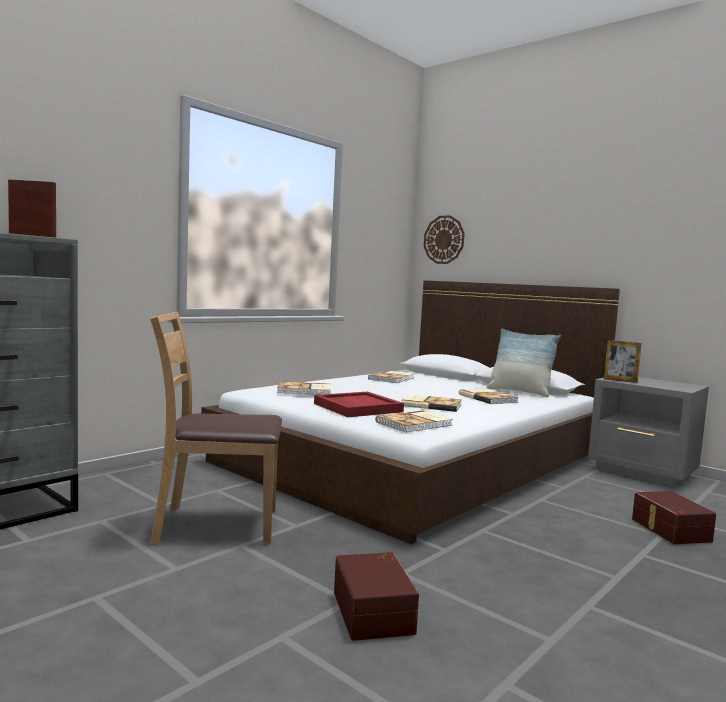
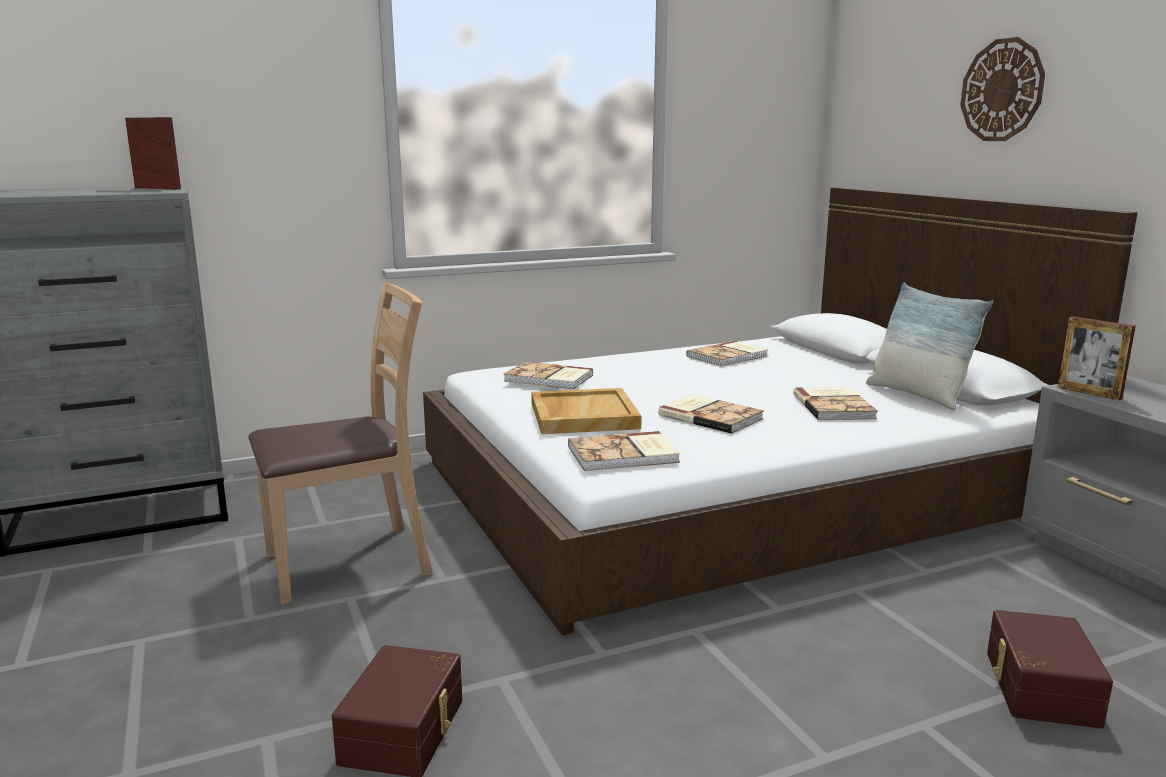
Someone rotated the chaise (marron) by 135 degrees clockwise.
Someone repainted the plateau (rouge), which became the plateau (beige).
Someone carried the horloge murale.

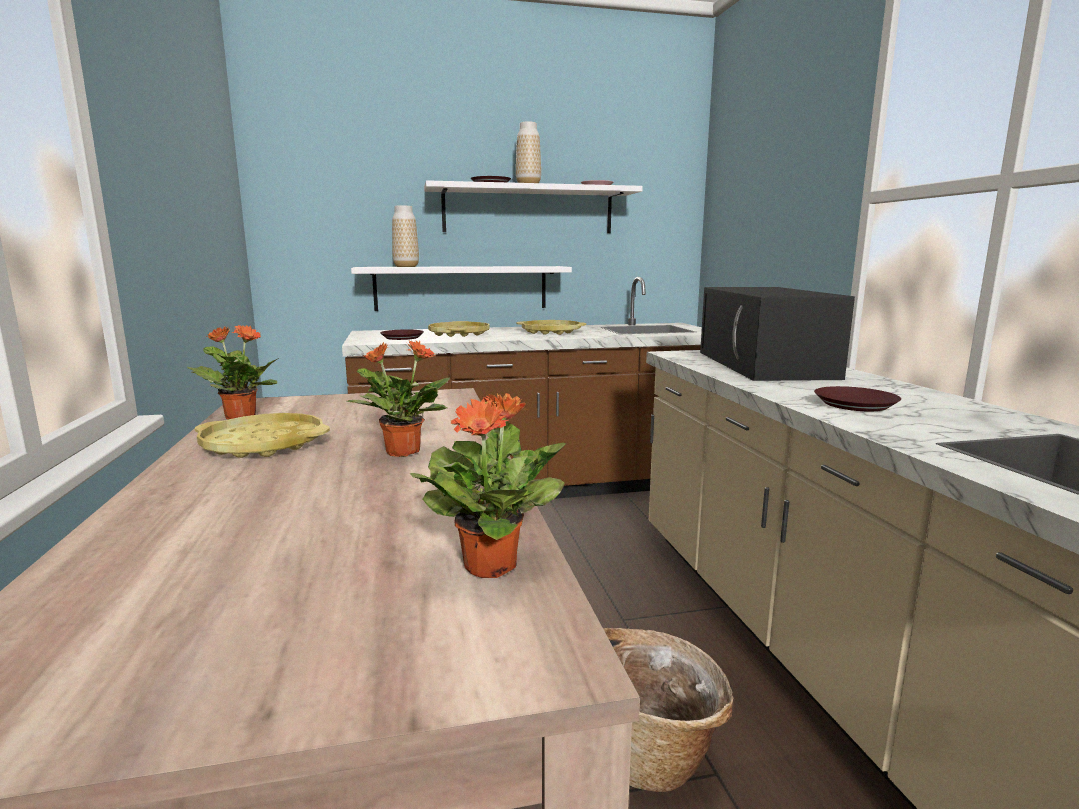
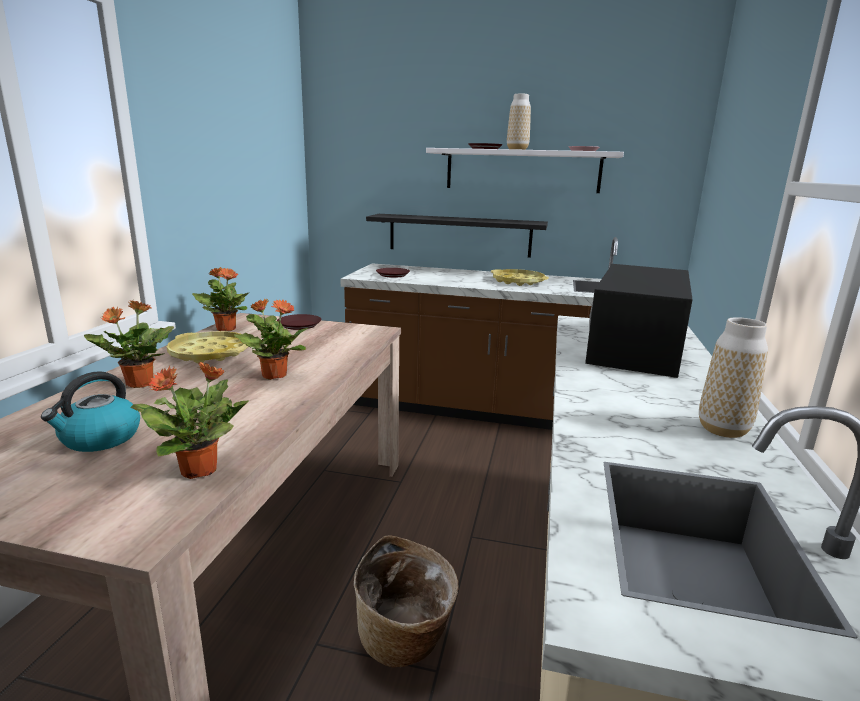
Someone repainted the étagère (blanc) (1st from left), which became the étagère (noir).
Someone carried the vase (1st from left in the first image).
Someone took away the plateau (jaune) (2nd from left).
Someone carried the assiette (marron) (3rd from left in the first image).
Someone put down the bouilloire.
Someone put down the plante en pot (1st from left).

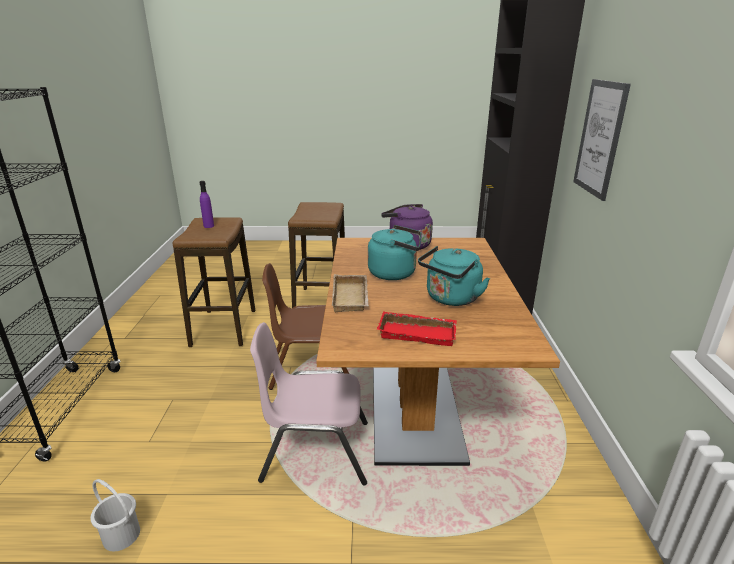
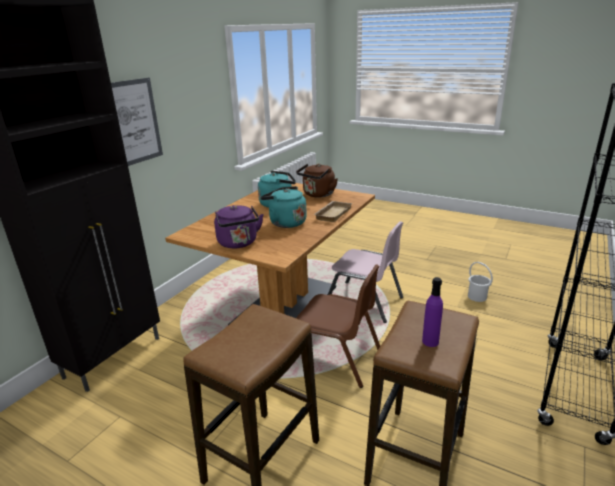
Someone swapped the plateau (rouge) for the bouilloire (marron).

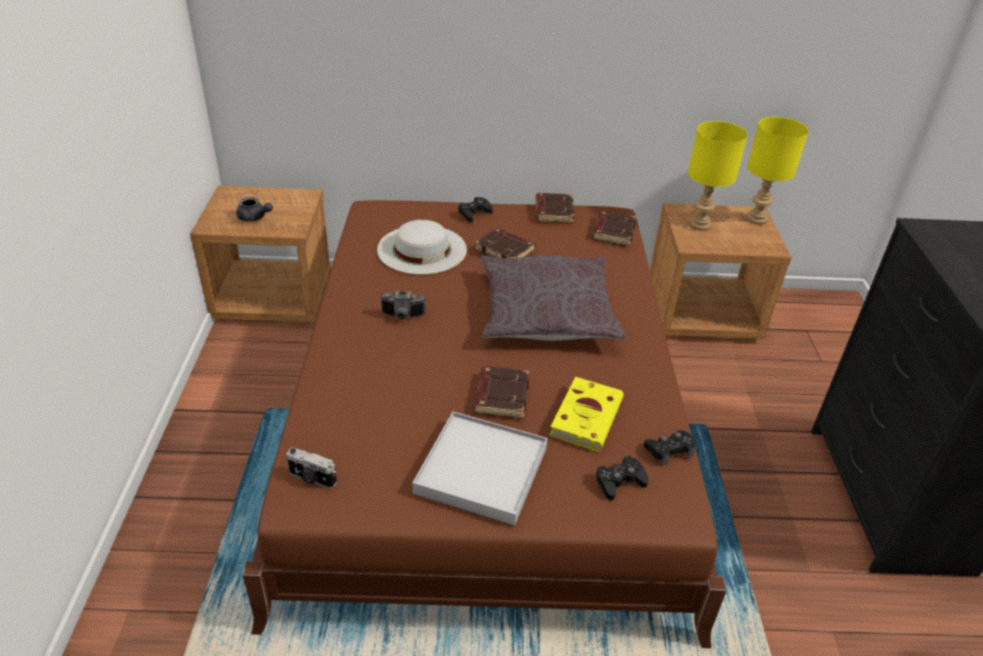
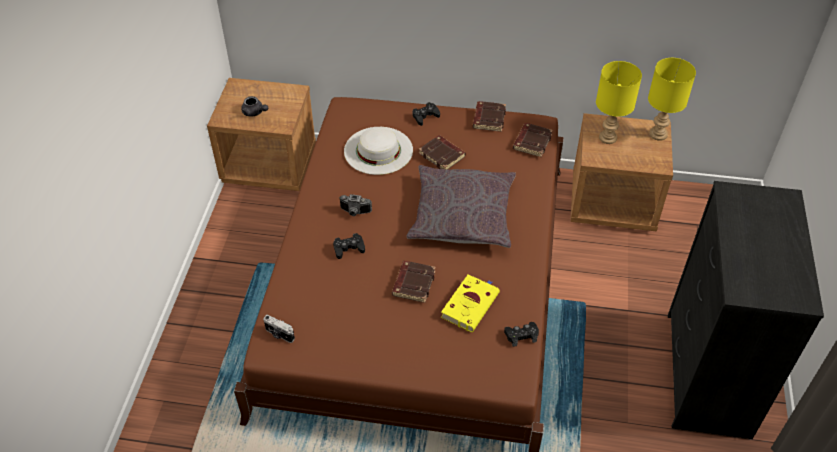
Someone took away the plateau (blanc).
Someone carried the manette (noir) (2nd from left in the first image).

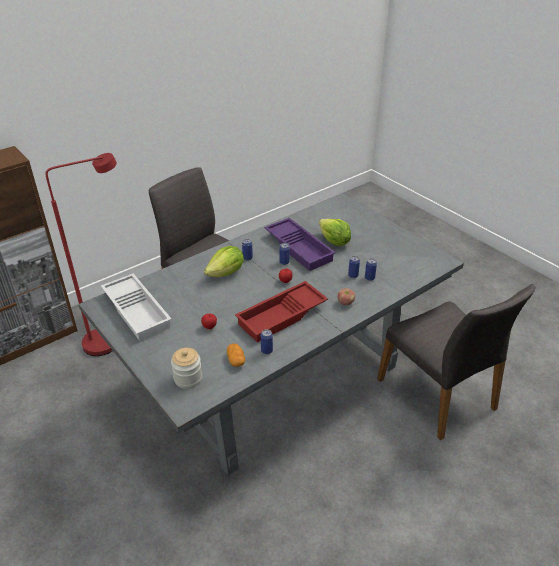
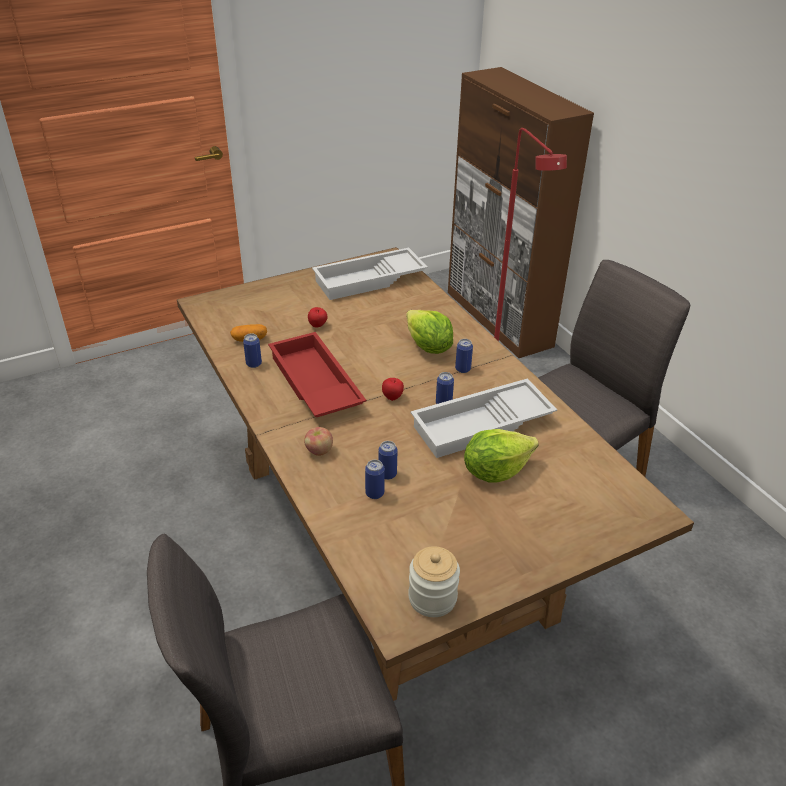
Someone repainted the table à manger (gris), which became the table à manger (marron).
Someone carried the bocal.
Someone repainted the plateau (violet), which became the plateau (blanc) (2nd from left).

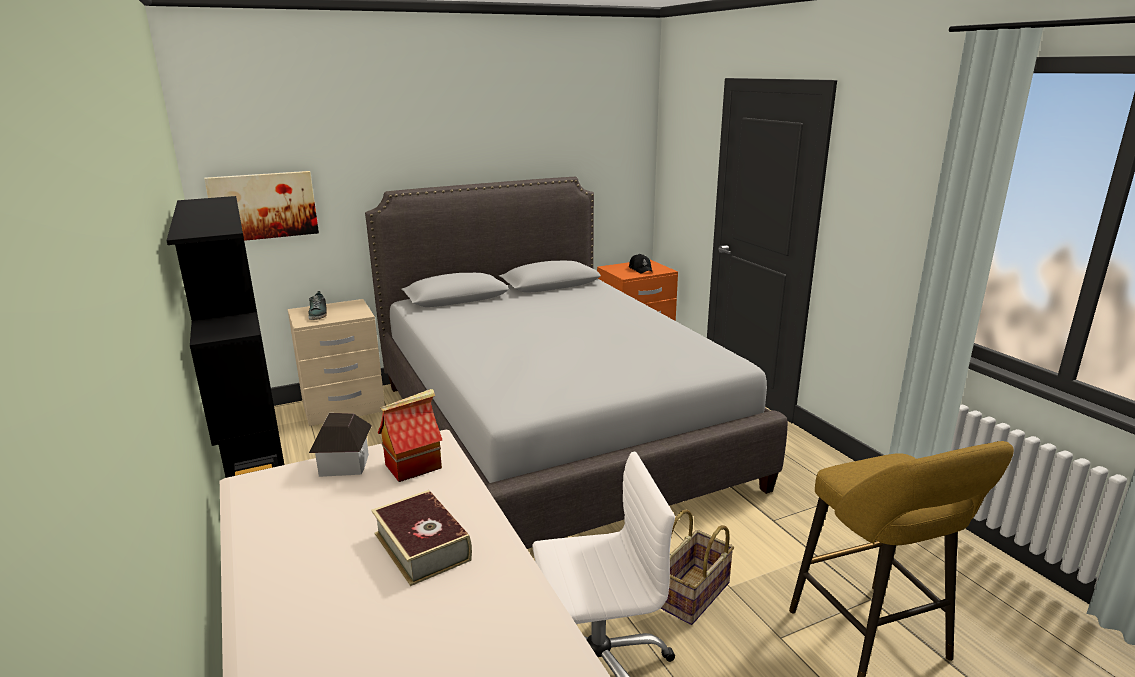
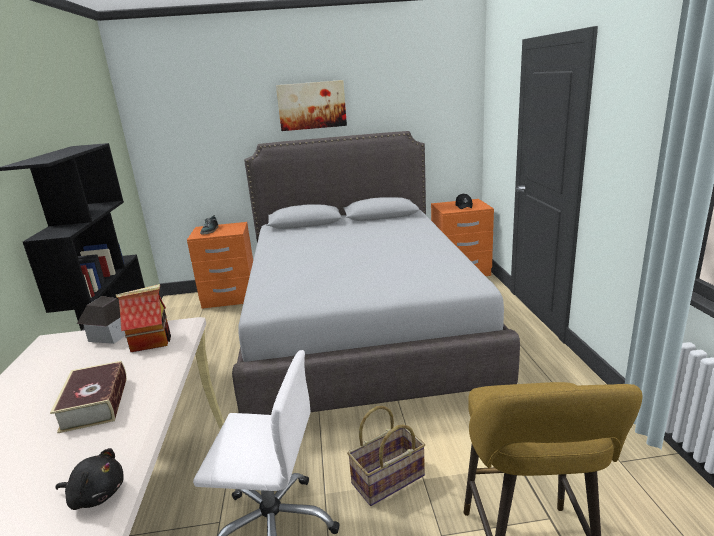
Someone carried the tableau.
Someone repainted the table de chevet (beige), which became the table de chevet (orange) (1st from left).
Someone put down the peluche (noir).

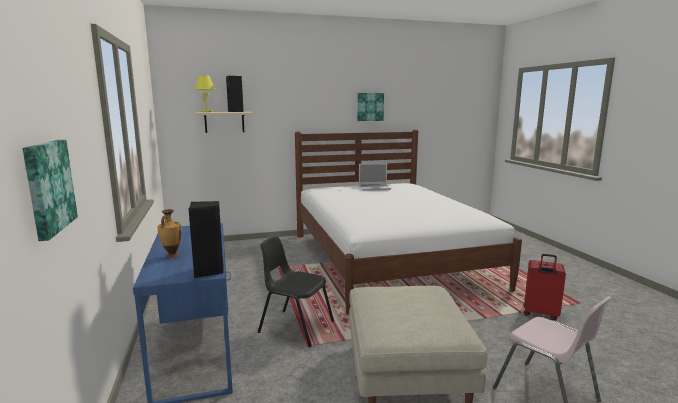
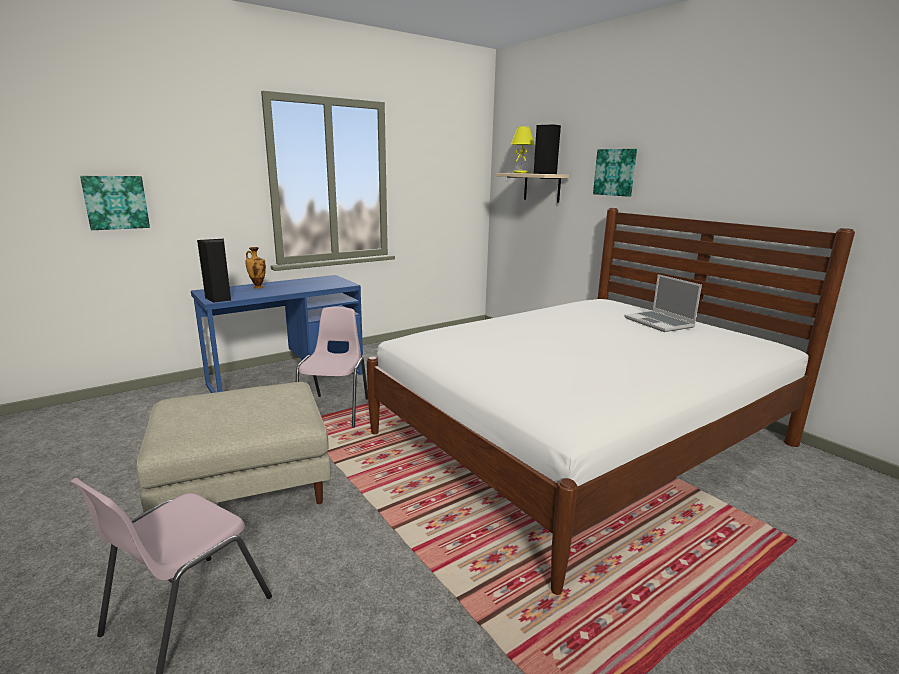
Someone repainted the chaise (noir), which became the chaise (rose) (2nd from left).
Someone carried the tableau (2nd from left).
Someone took away the valise (rouge).

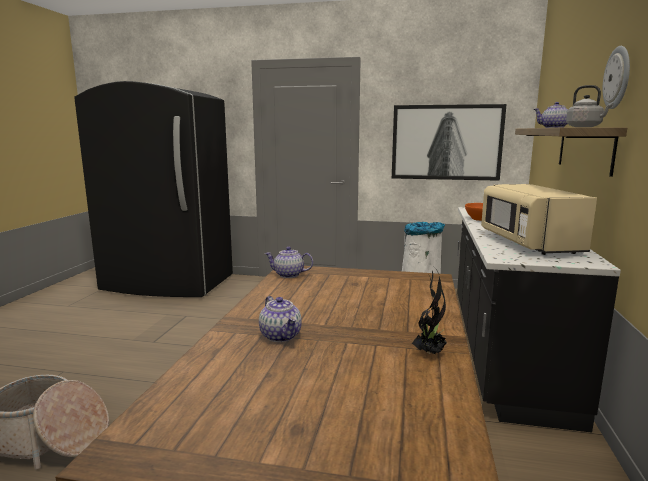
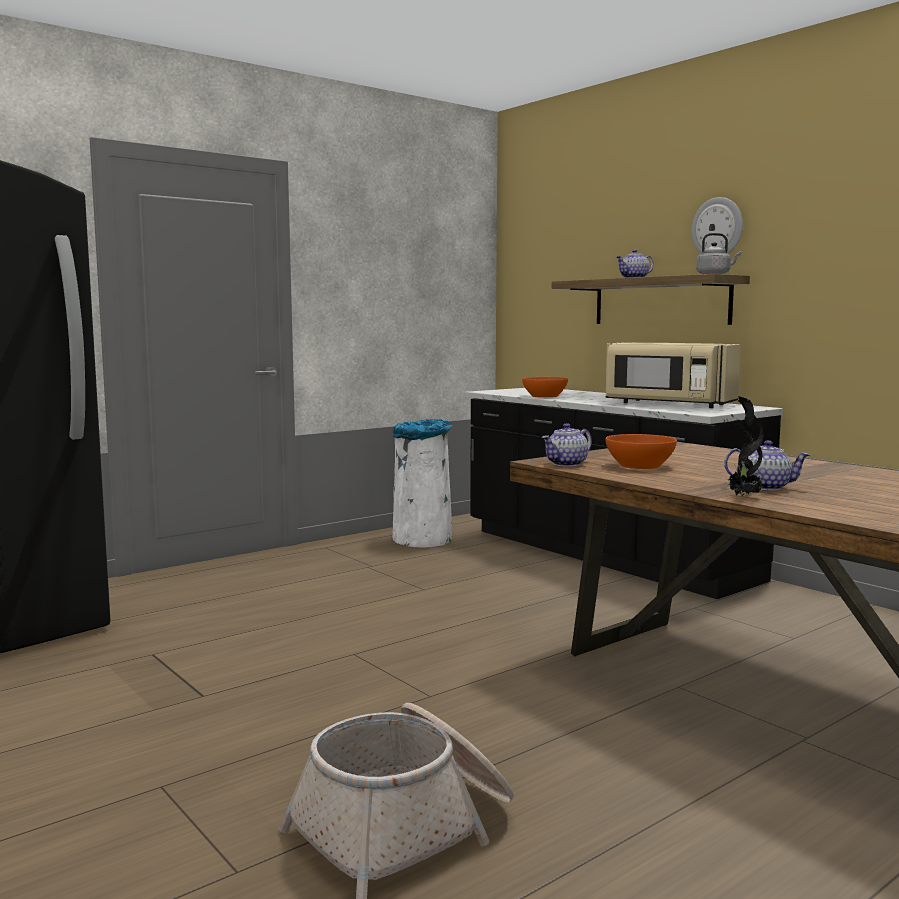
Someone took away the tableau.
Someone carried the plante en pot.
Someone put down the bol (orange) (2nd from left).

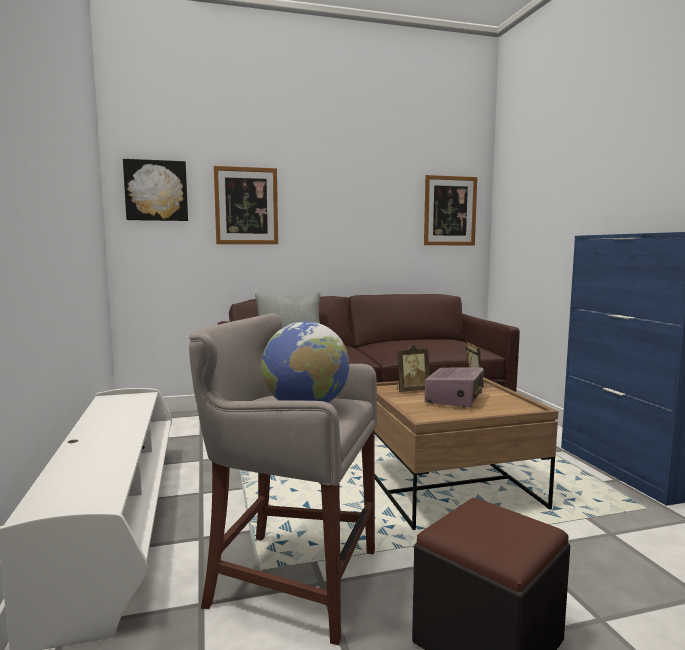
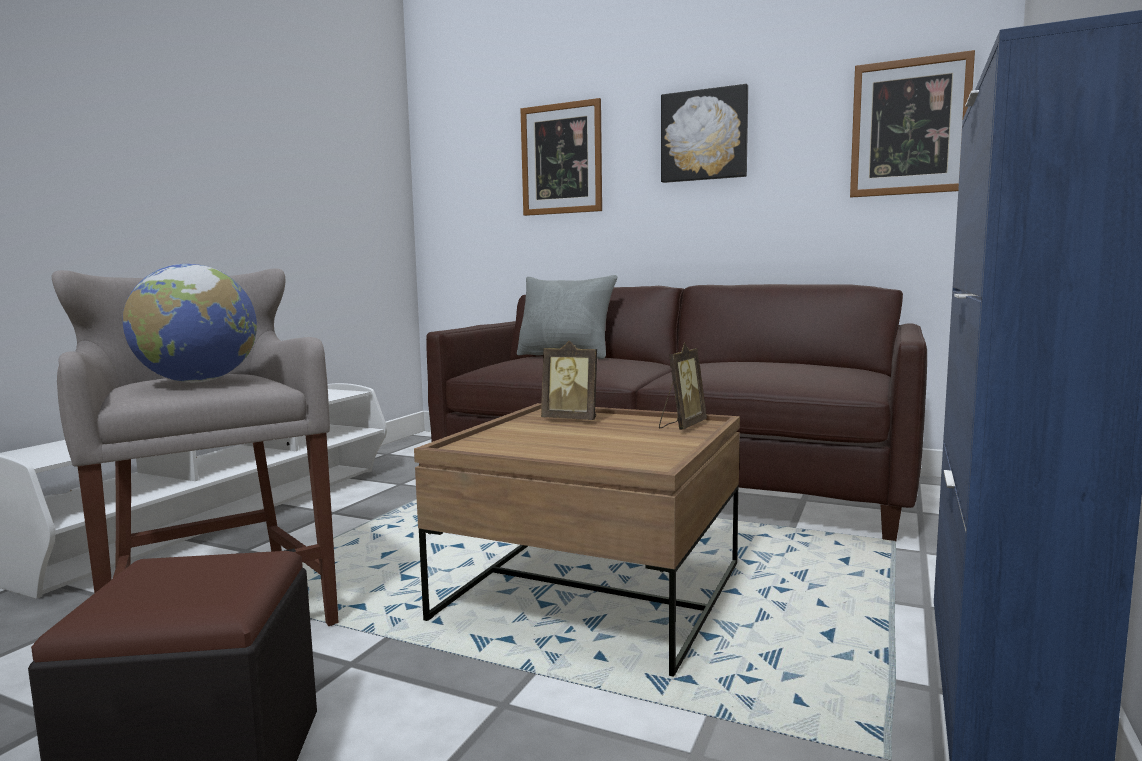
Someone carried the tableau (1st from left in the first image).
Someone took away the radio.

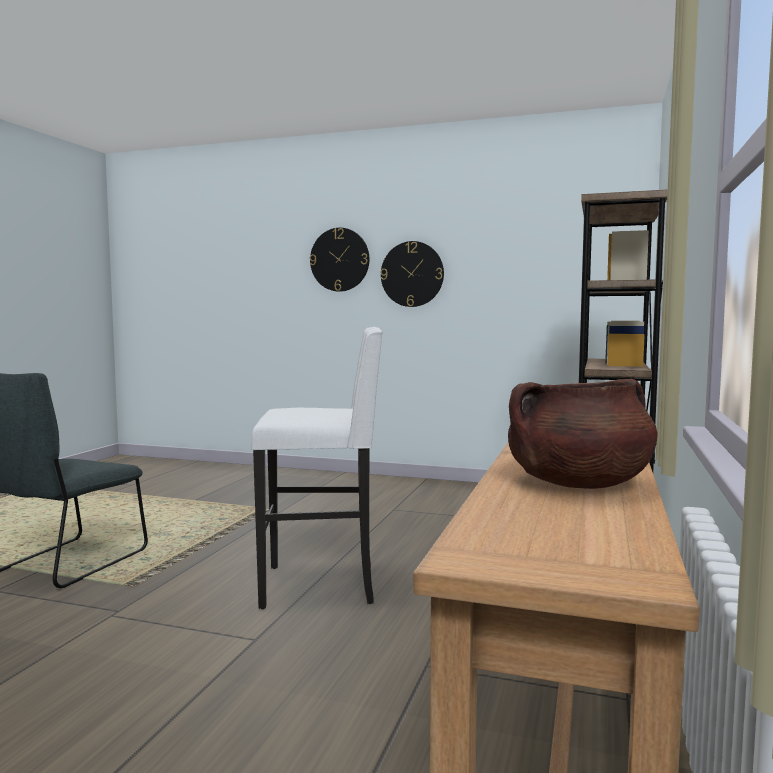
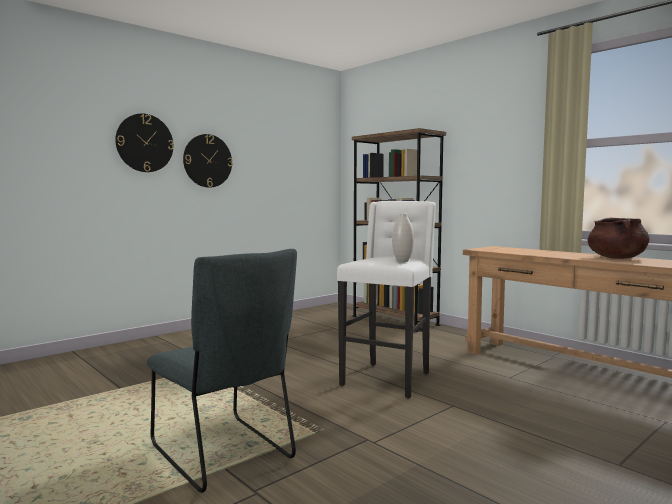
Someone put down the vase (blanc).

